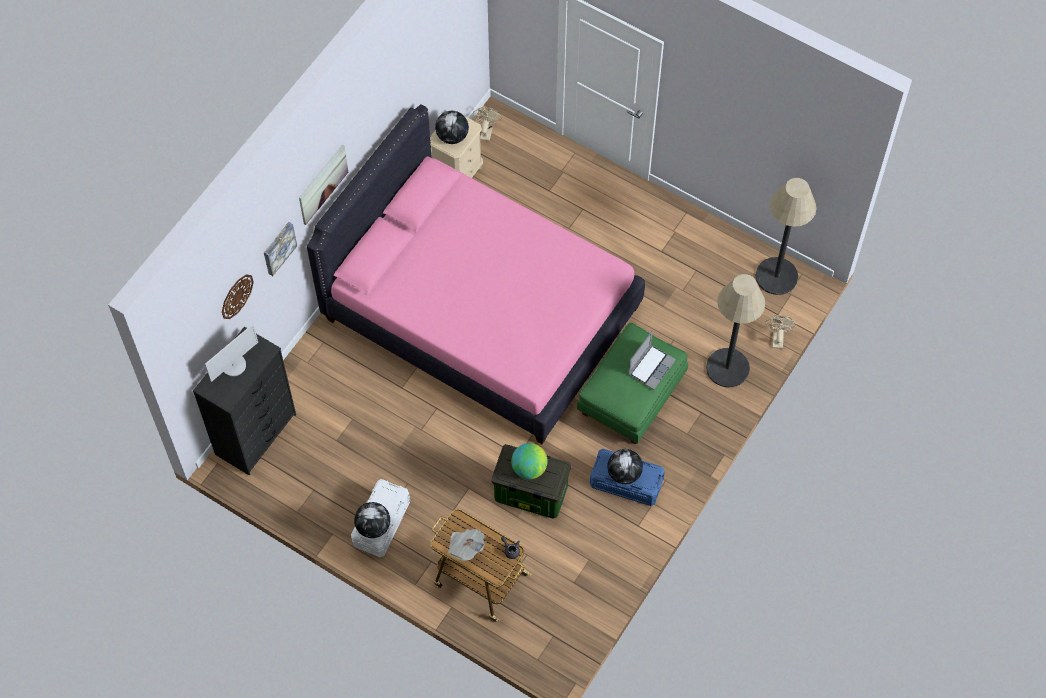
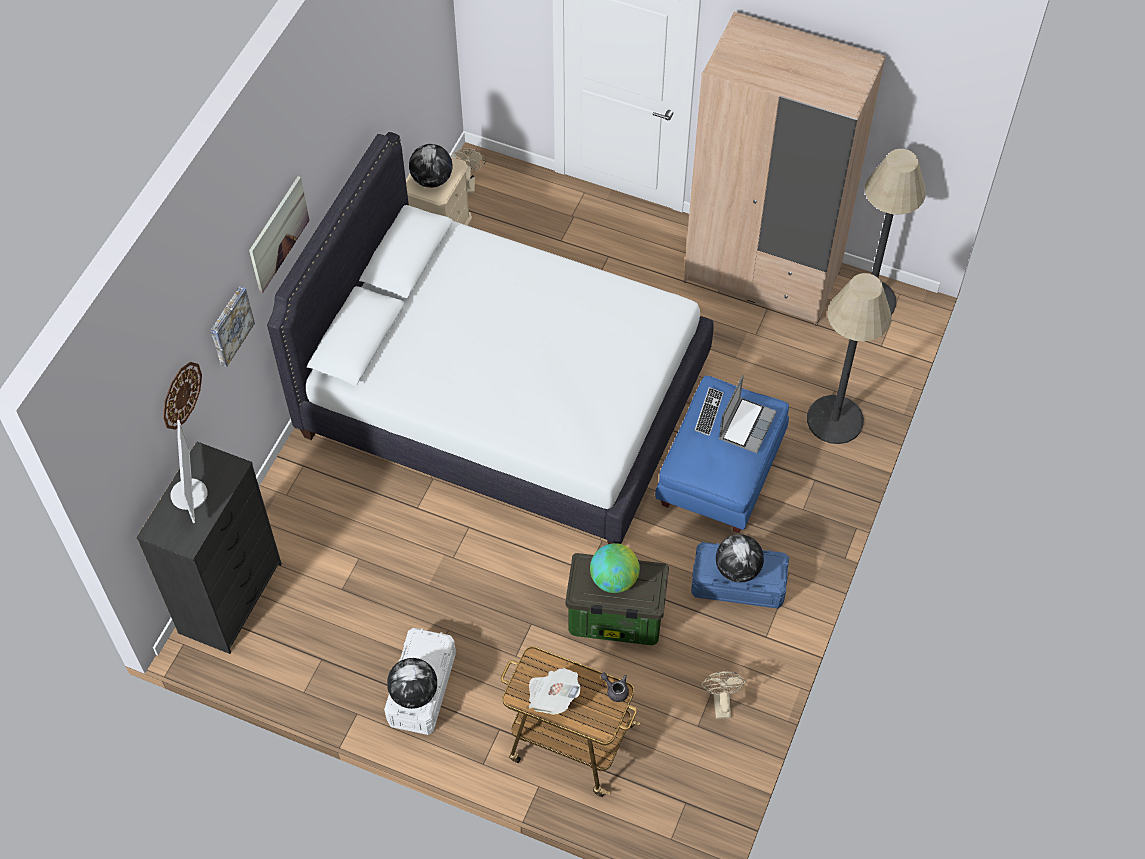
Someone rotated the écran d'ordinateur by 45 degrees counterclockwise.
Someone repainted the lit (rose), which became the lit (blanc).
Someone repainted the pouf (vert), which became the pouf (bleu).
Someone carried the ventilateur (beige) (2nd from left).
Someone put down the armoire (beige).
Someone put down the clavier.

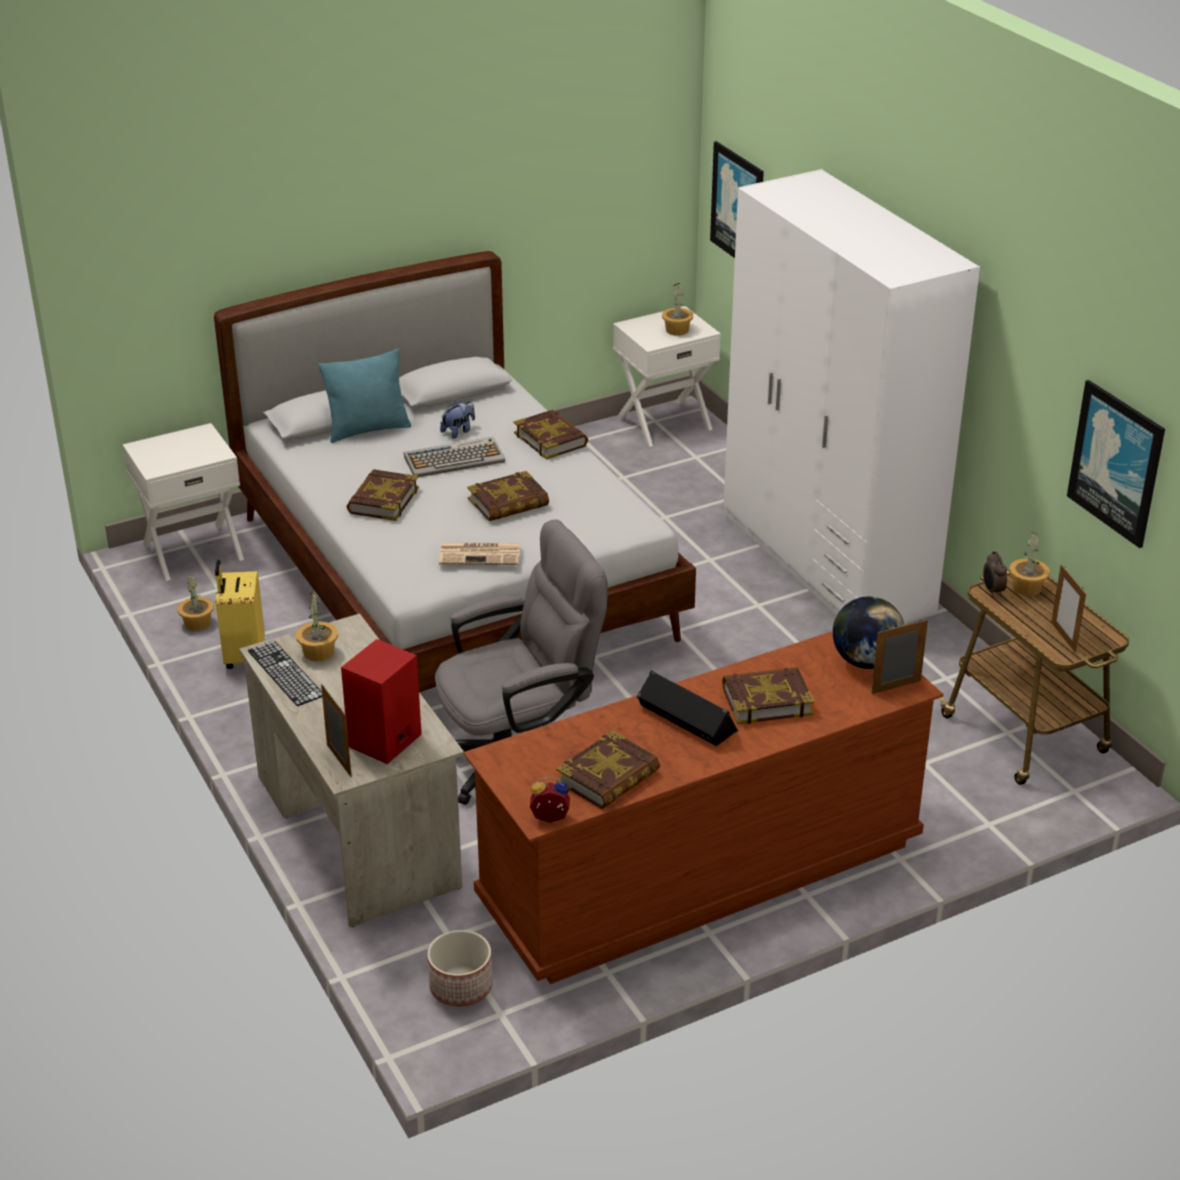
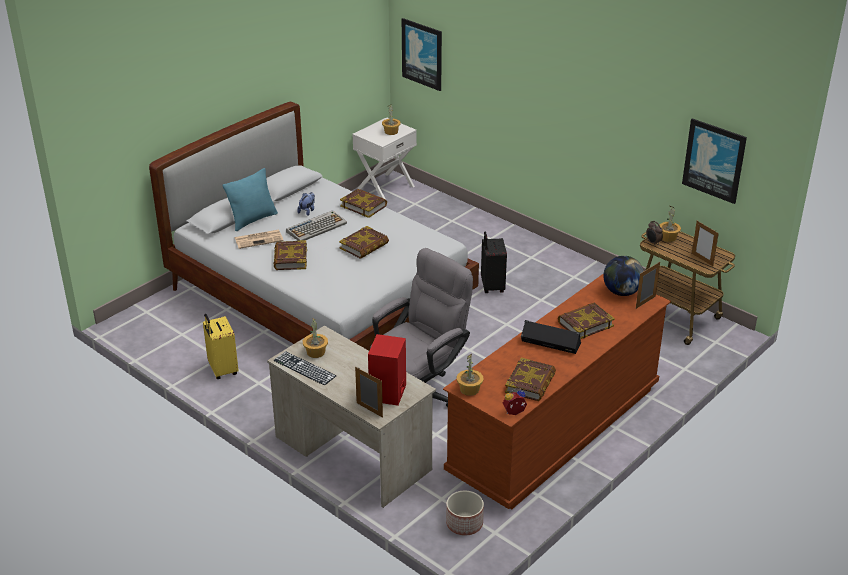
Someone took away the table de chevet (blanc) (1st from left).
Someone carried the plante en pot (1st from left in the first image).
Someone carried the journal.
Someone took away the armoire (blanc).
Someone put down the valise (noir).

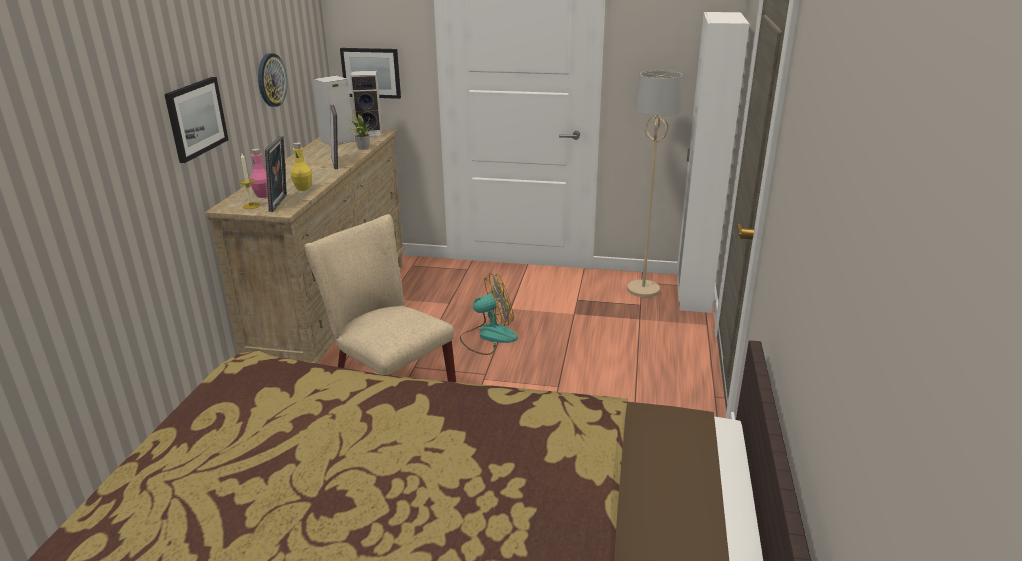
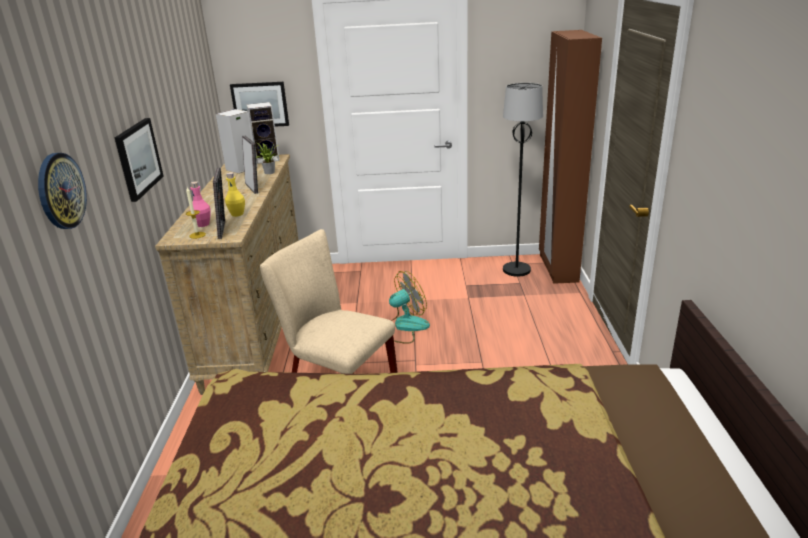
Someone carried the horloge murale.
Someone repainted the lampadaire (beige), which became the lampadaire (noir).
Someone repainted the armoire (blanc), which became the armoire (marron).

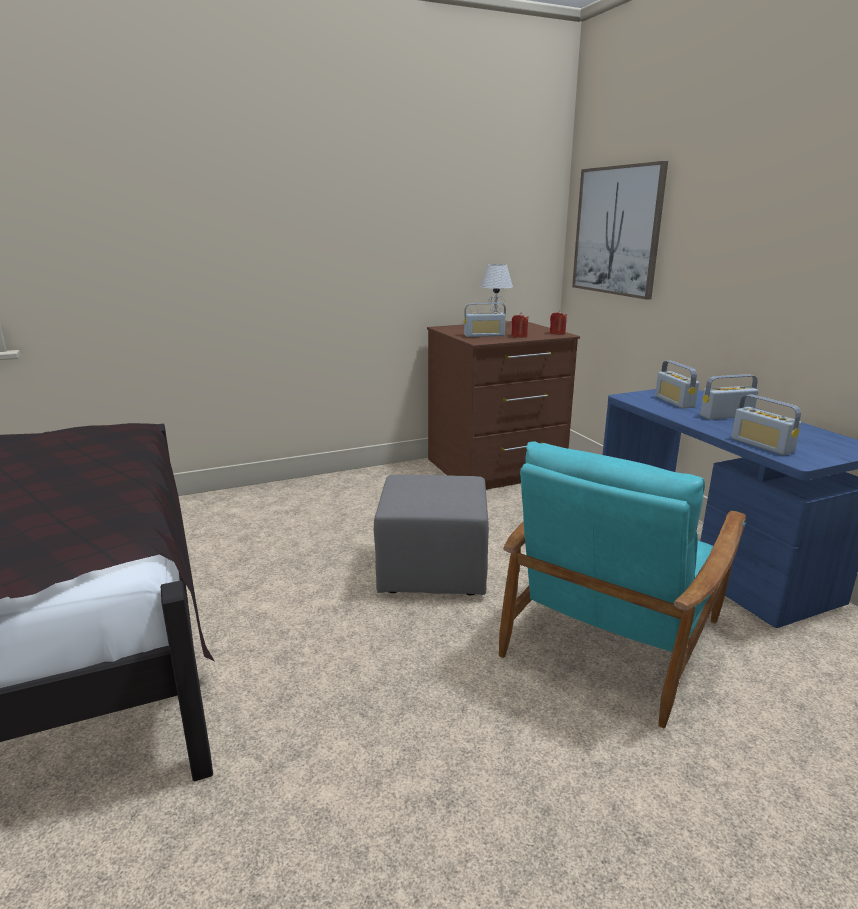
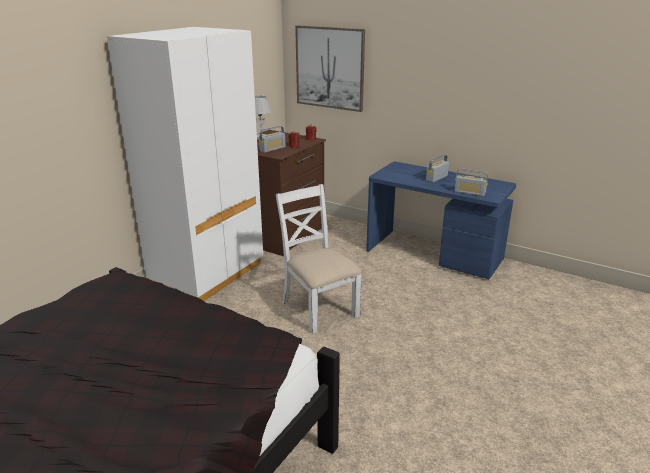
Someone swapped the pouf (gris) for the chaise (blanc).
Someone took away the fauteuil (turquoise).
Someone took away the radio (2nd from left).
Someone put down the armoire (blanc).

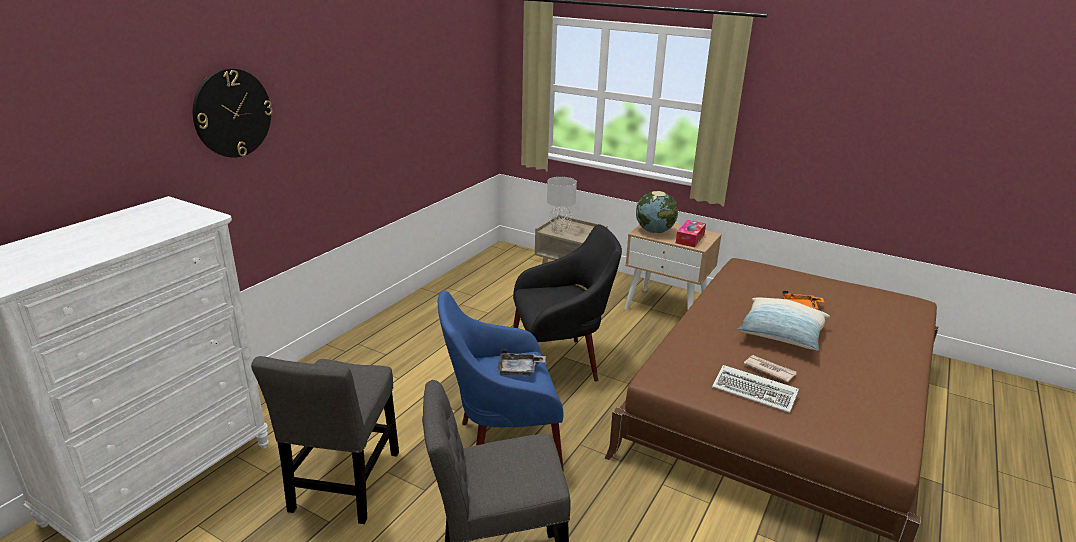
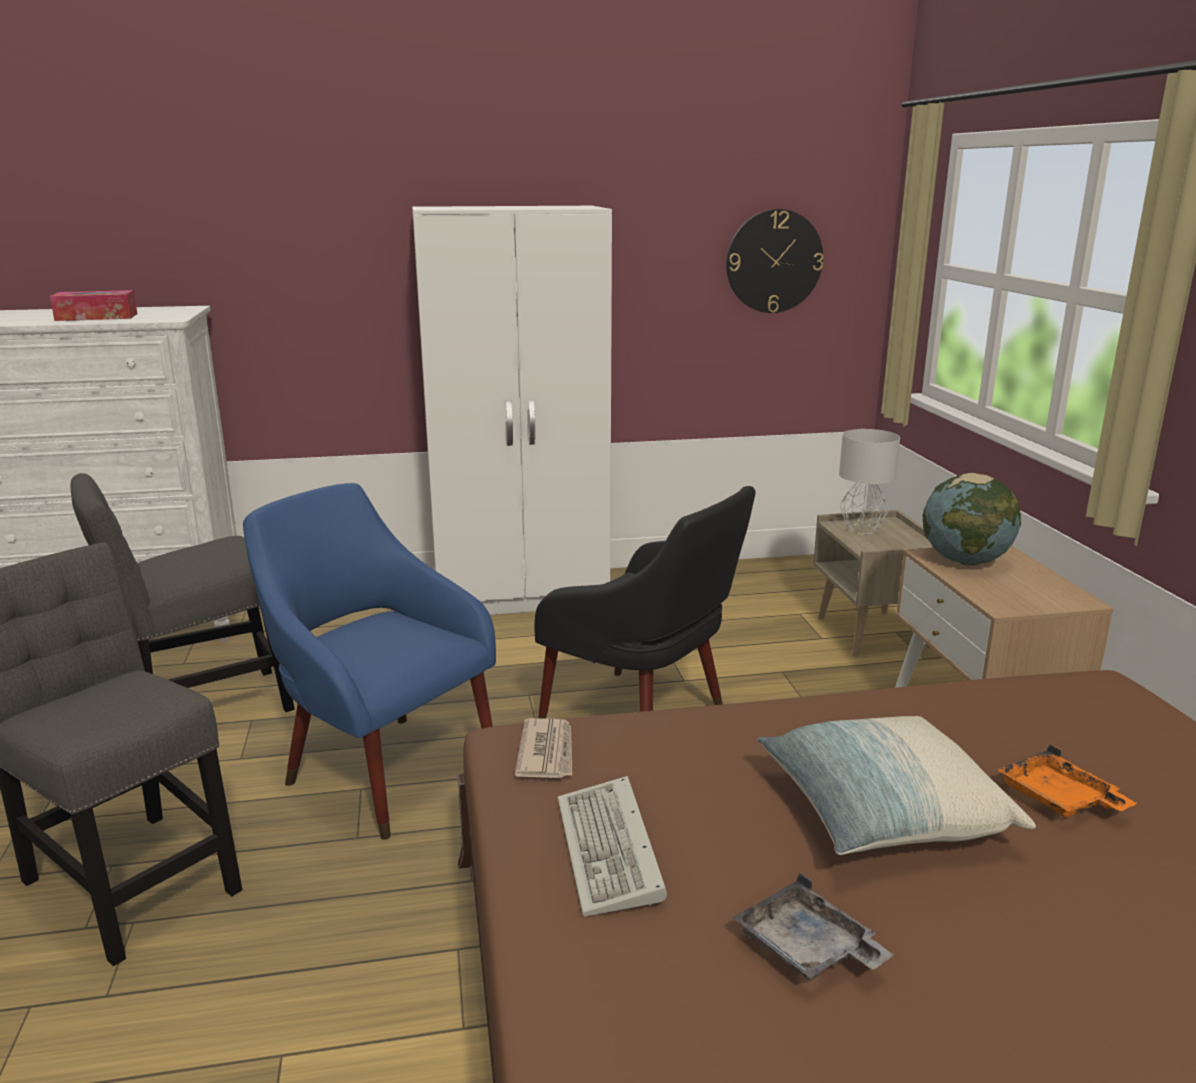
Someone carried the horloge murale.
Someone carried the plateau (gris).
Someone carried the boîte à mouchoirs.
Someone carried the journal.
Someone put down the armoire (blanc).

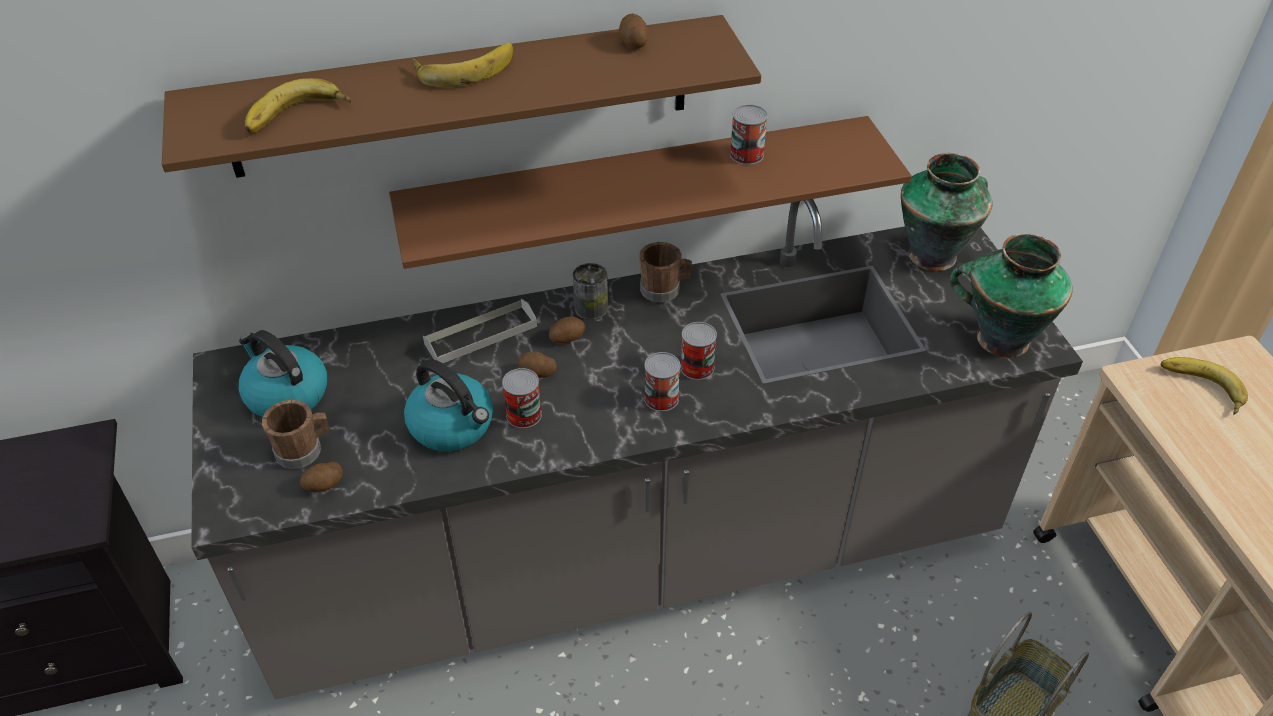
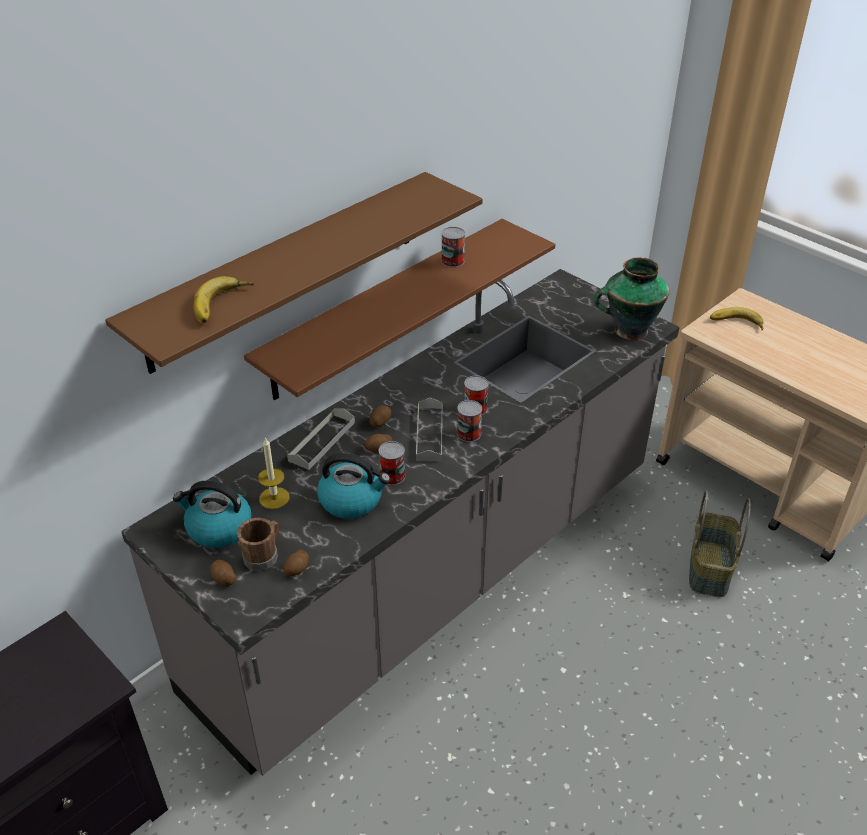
Someone took away the banane (2nd from left).
Someone took away the boîte métallique (2nd from left).
Someone carried the pomme de terre (4th from left in the first image).
Someone took away the mug (marron) (2nd from left).
Someone took away the vase (1st from left).
Someone put down the bougie.
Someone put down the plateau (gris) (2nd from left).

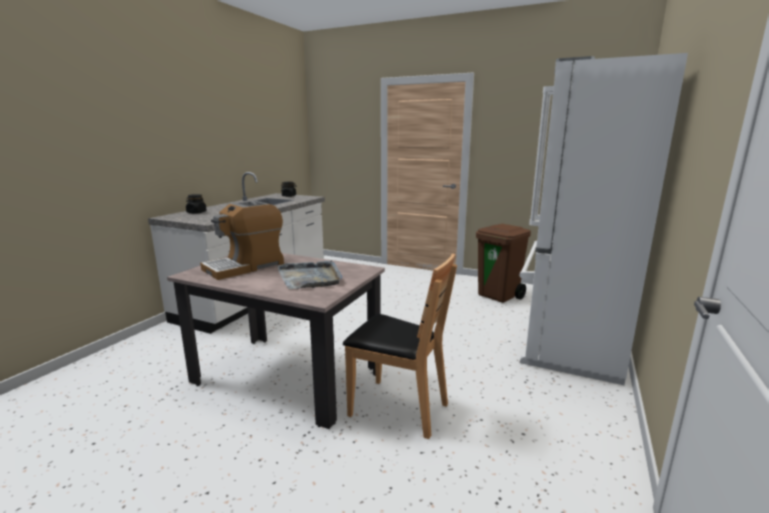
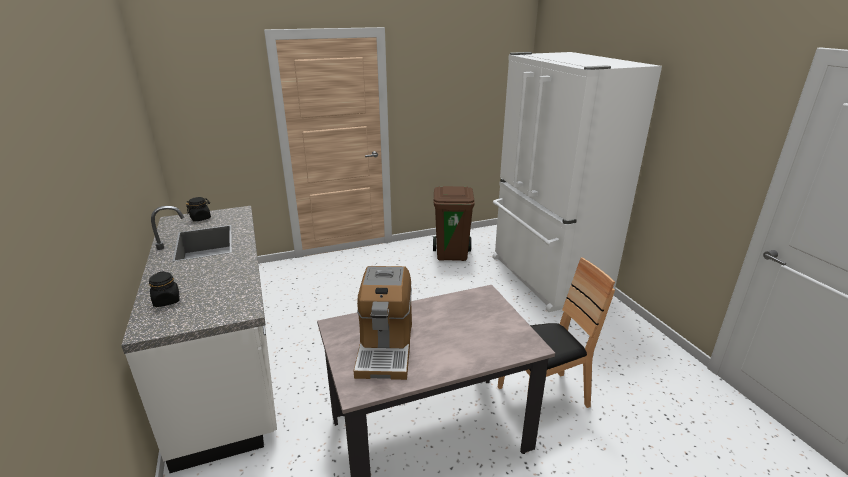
Someone took away the plateau (gris).

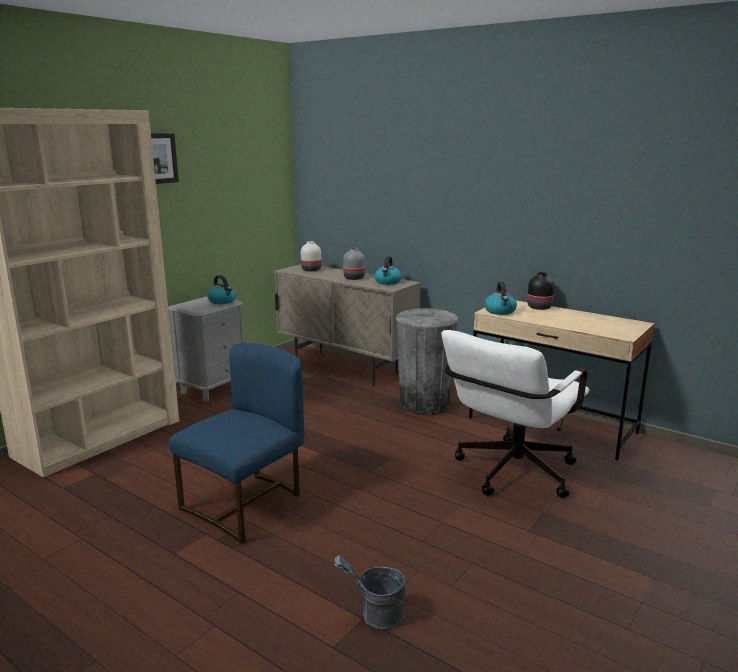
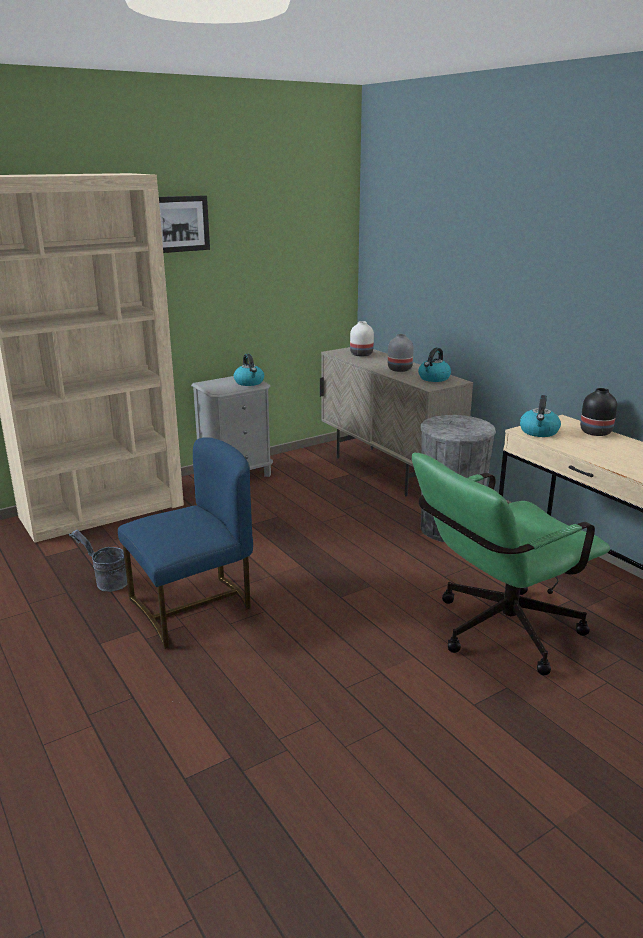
Someone carried the seau (gris).
Someone repainted the chaise de bureau (blanc), which became the chaise de bureau (vert).

